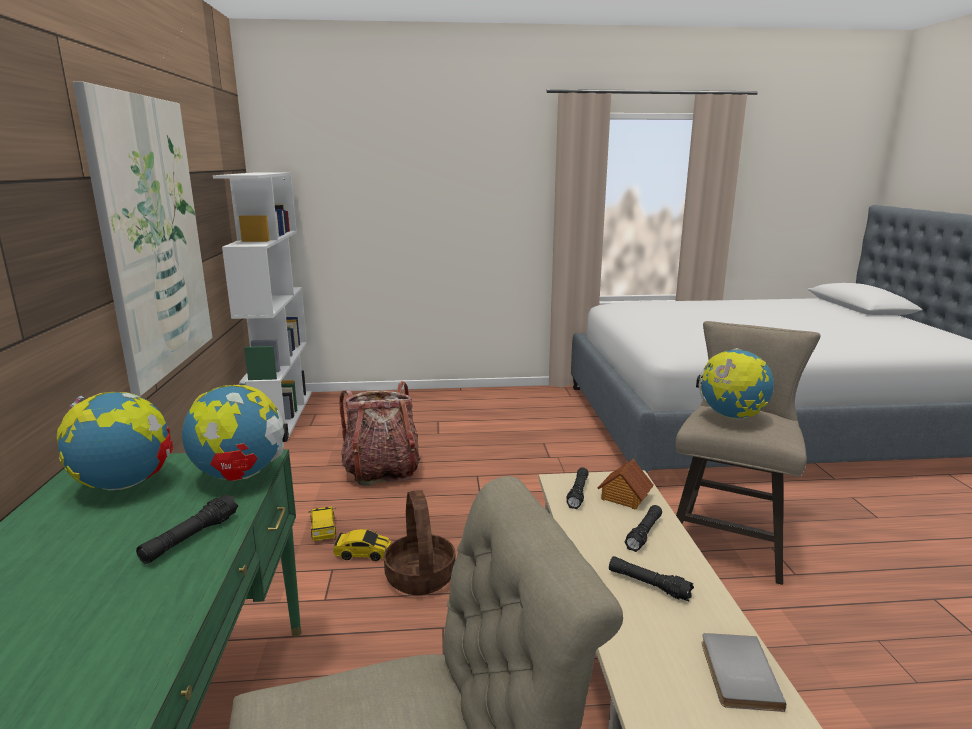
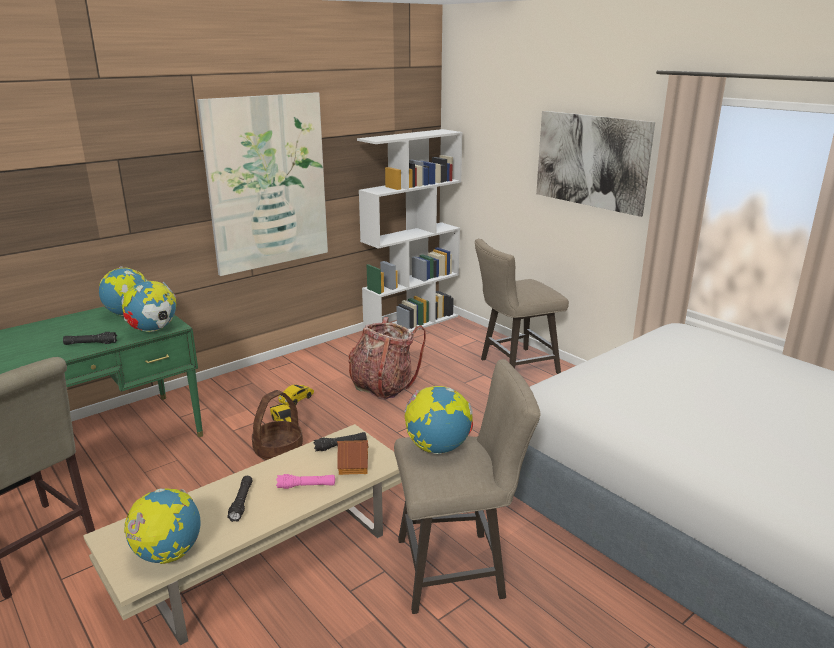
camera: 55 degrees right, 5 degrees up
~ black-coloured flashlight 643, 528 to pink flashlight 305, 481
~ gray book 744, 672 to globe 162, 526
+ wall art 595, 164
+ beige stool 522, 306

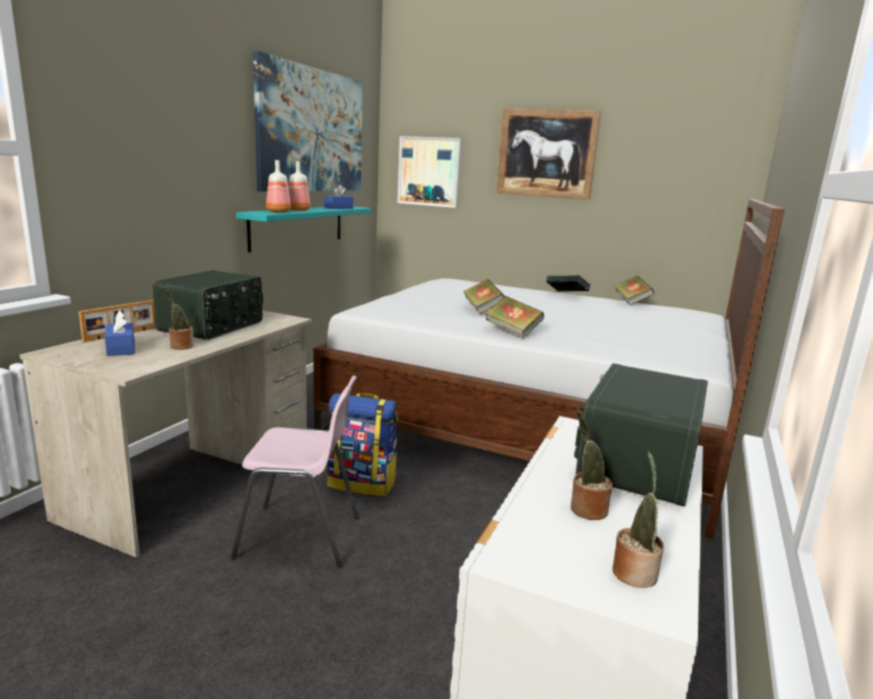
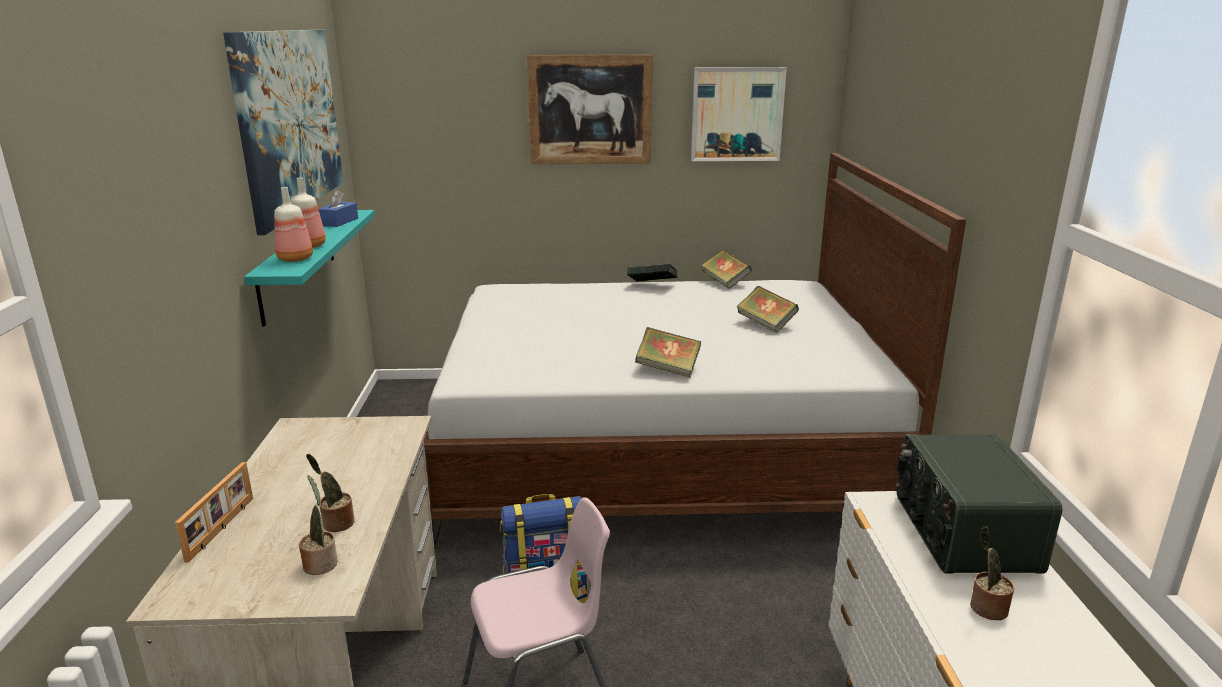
camera: 25 degrees left, 5 degrees up
~ wall art 429, 172 to 739, 114
- radio receiver 207, 305
~ book 484, 296 to 768, 309
- blue-coloured tissue box 120, 333
~ plant in a pot 638, 519 to 318, 525

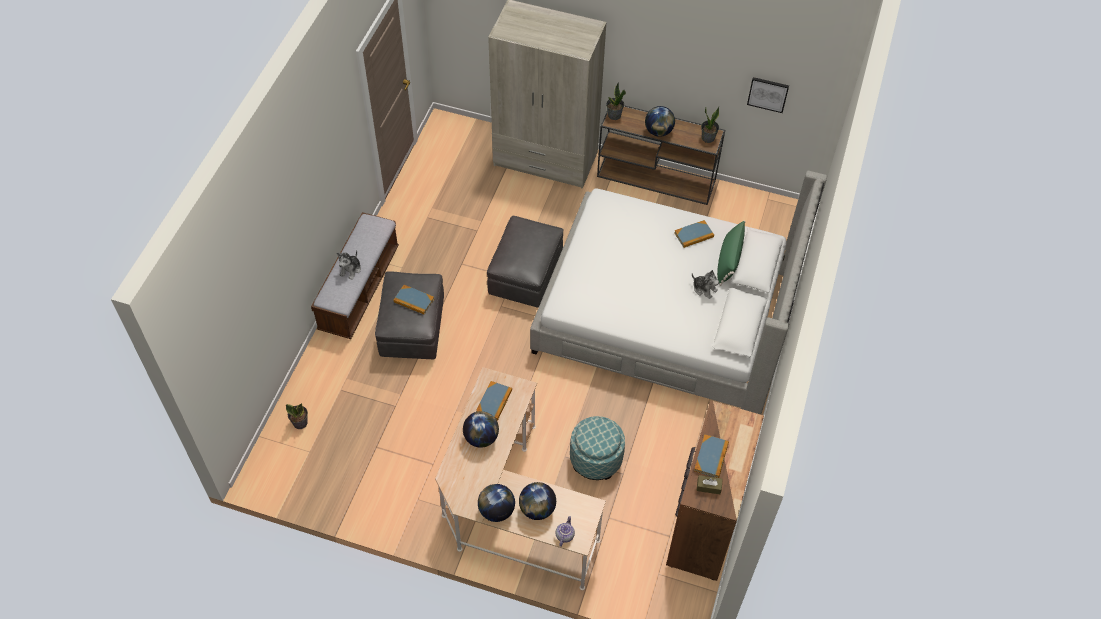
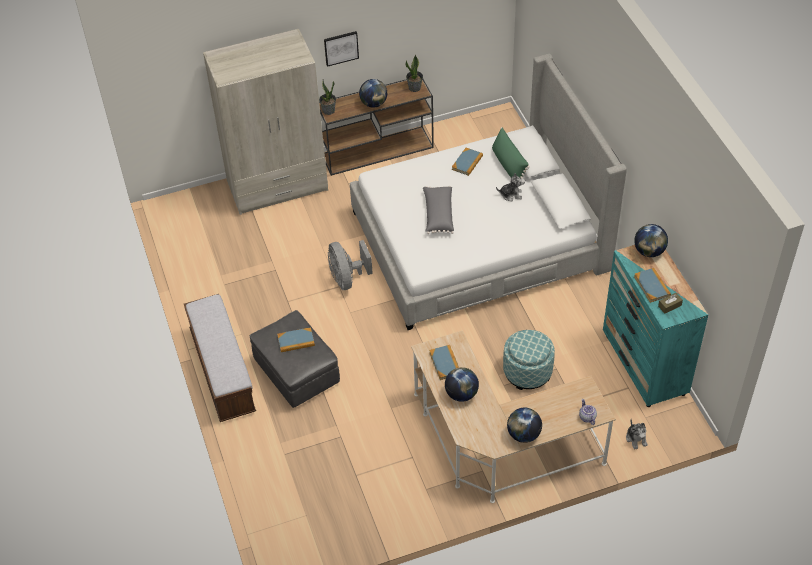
camera: 35 degrees left, 5 degrees down
~ wall art 768, 95 to 341, 49
~ gray ottoman 525, 262 to gray electric fan 350, 265
~ cuddly toy 349, 265 to 637, 434
~ brown dresser 715, 490 to blue-green dresser 655, 326
- plant in a pot 297, 416
~ globe 537, 501 to 651, 240
+ gray throw pillow 438, 210

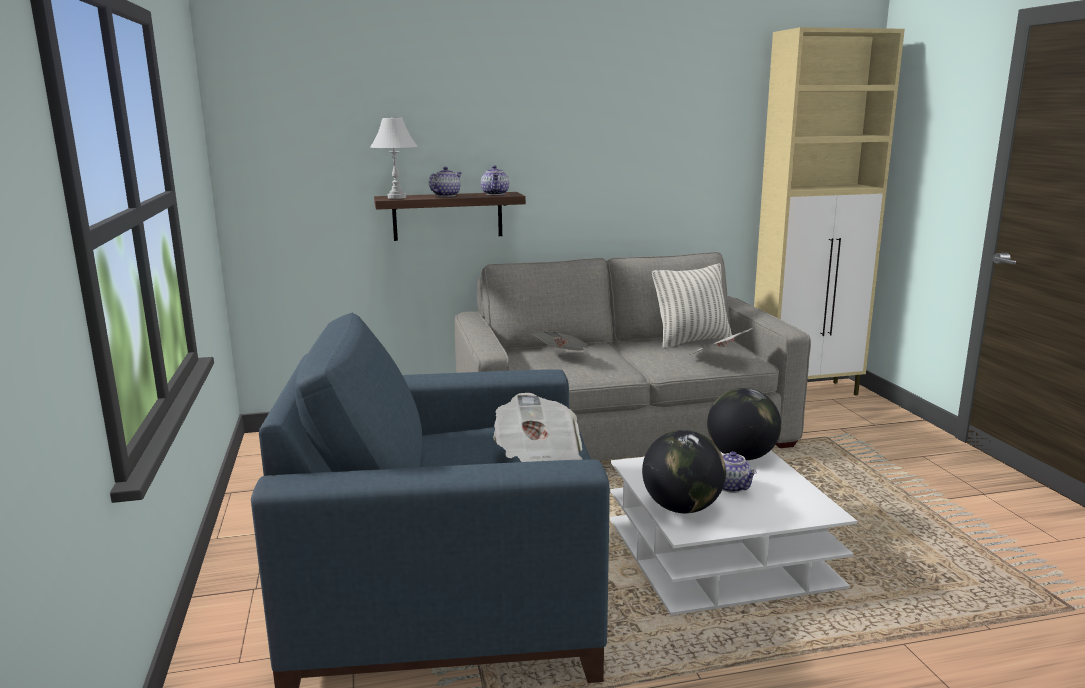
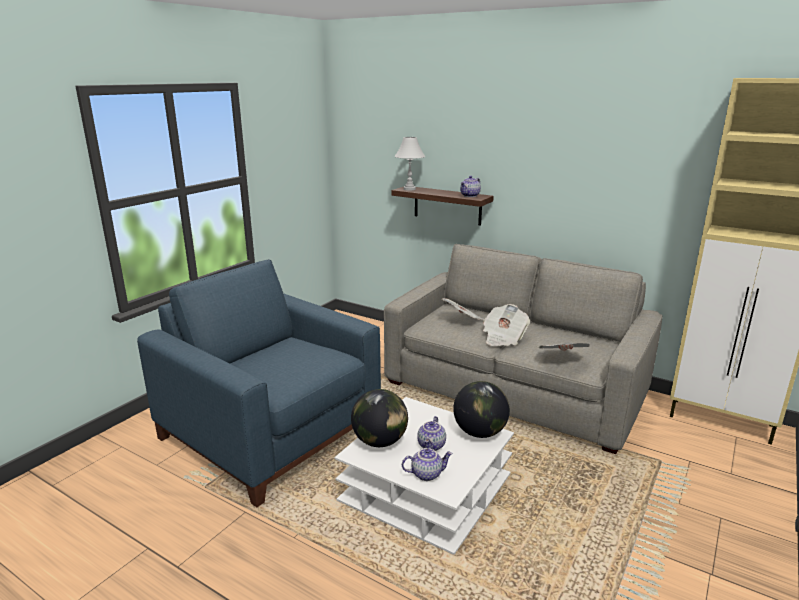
camera: 45 degrees right, 5 degrees up
~ teapot 445, 182 to 427, 464
- throw pillow 692, 306
~ newspaper 538, 427 to 506, 325

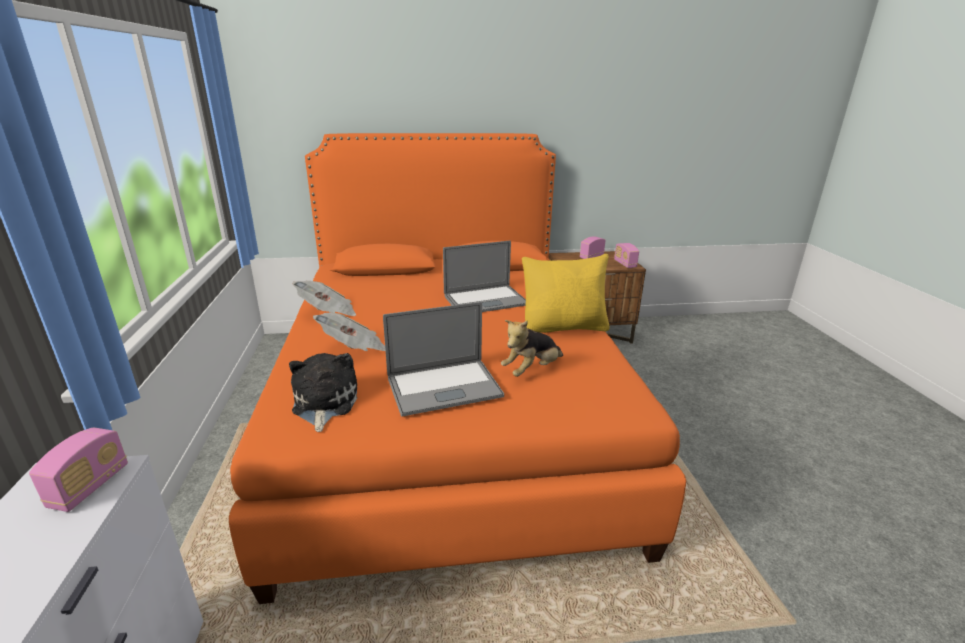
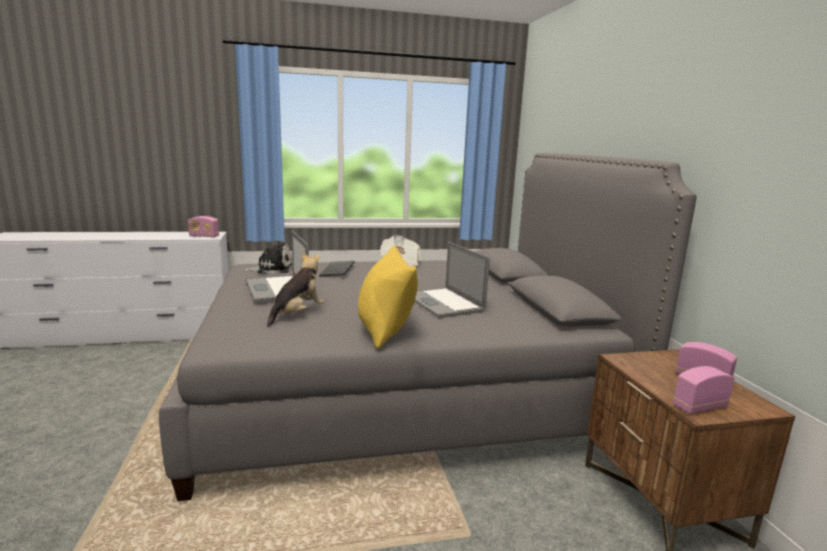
camera: 85 degrees right, 10 degrees down
~ orange bedroom bed 457, 368 to gray bedroom bed 428, 327
~ newspaper 349, 332 to PC keyboard 337, 269
~ cuddly toy 532, 348 = 295, 289 75 degrees clockwise

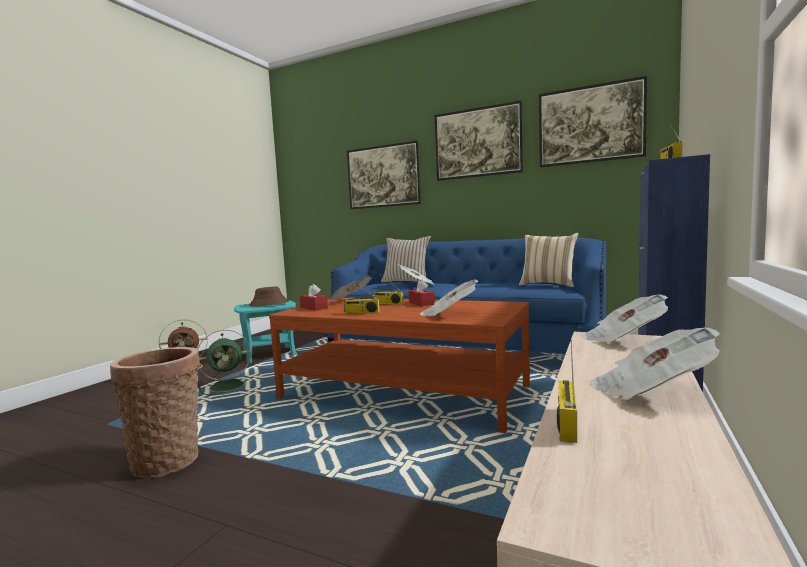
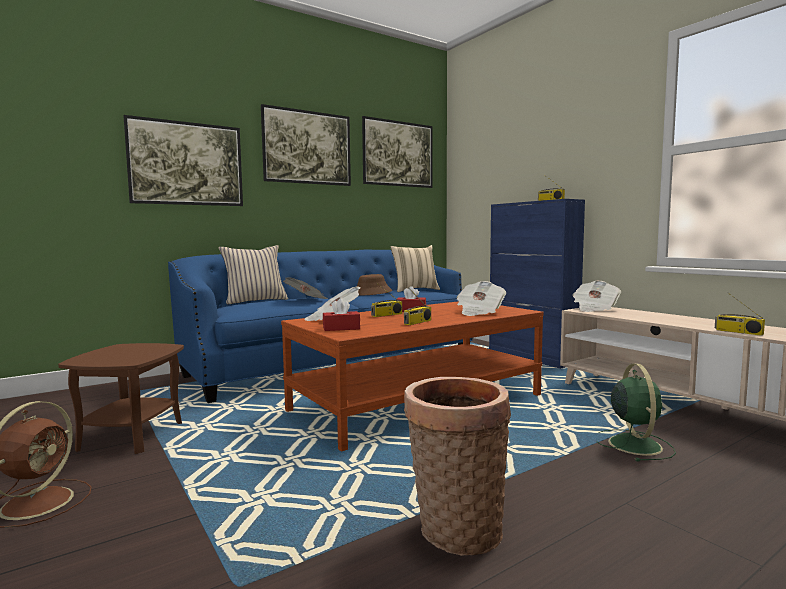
camera: 60 degrees left, 0 degrees up
~ brown hat 269, 296 to 374, 284
~ blue-green end table 265, 331 to brown end table 121, 398
- newspaper 654, 364
~ greenish electric fan 225, 362 to 636, 412

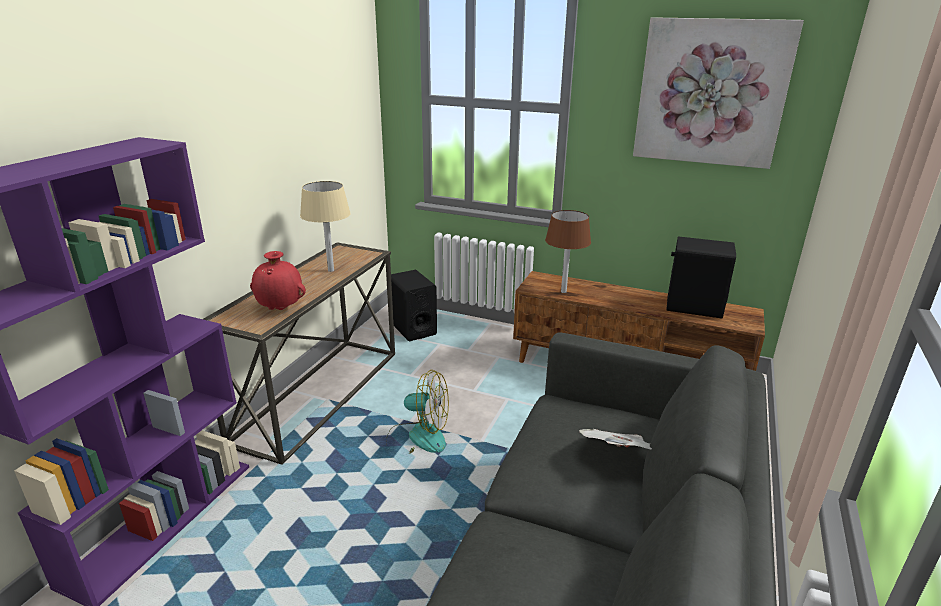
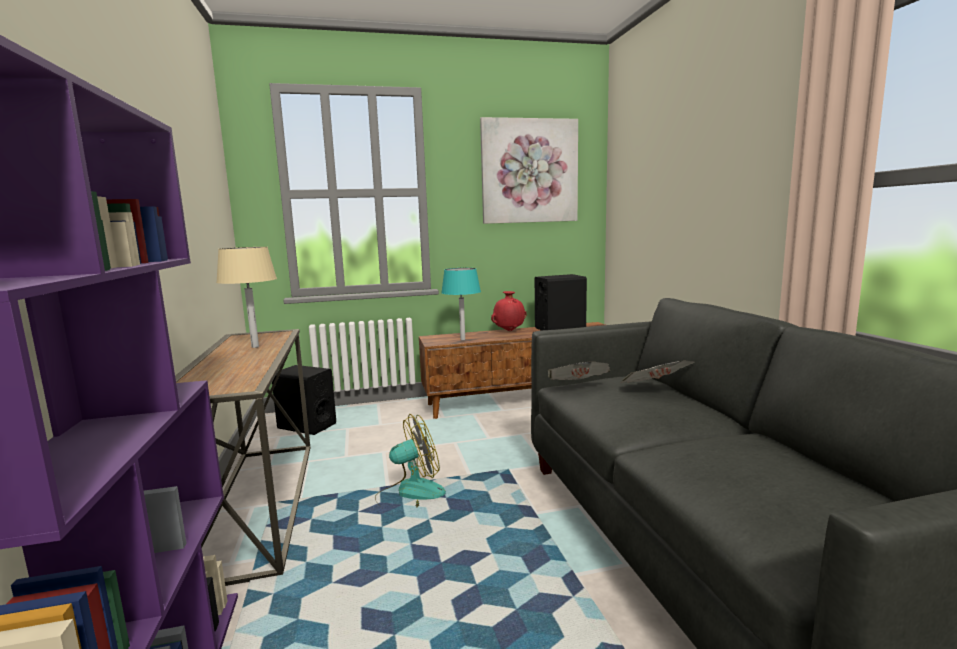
camera: 35 degrees left, 15 degrees down
~ brown table lamp 568, 251 to blue-green table lamp 461, 304
~ red vase 278, 280 to 509, 311
+ newspaper 579, 370

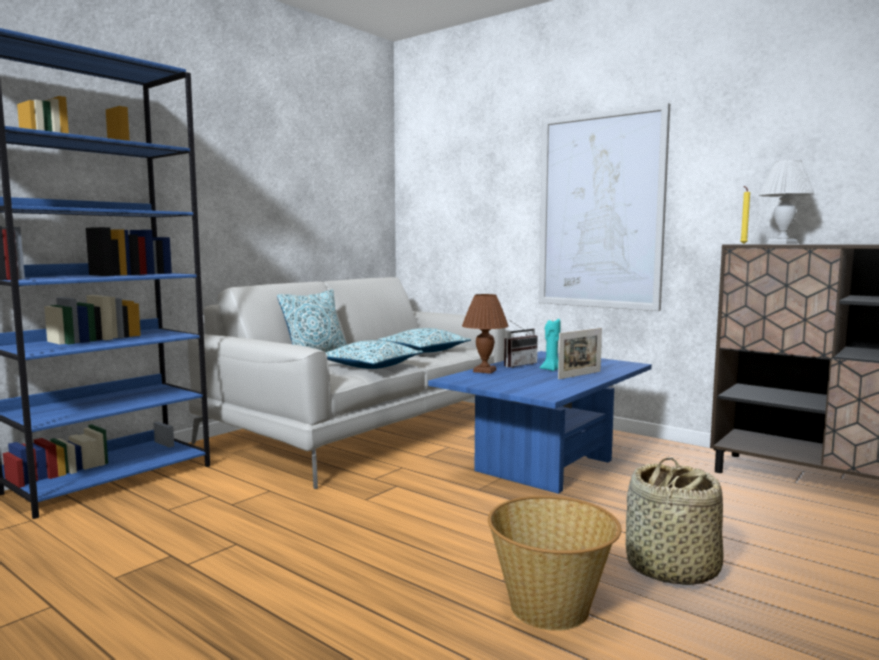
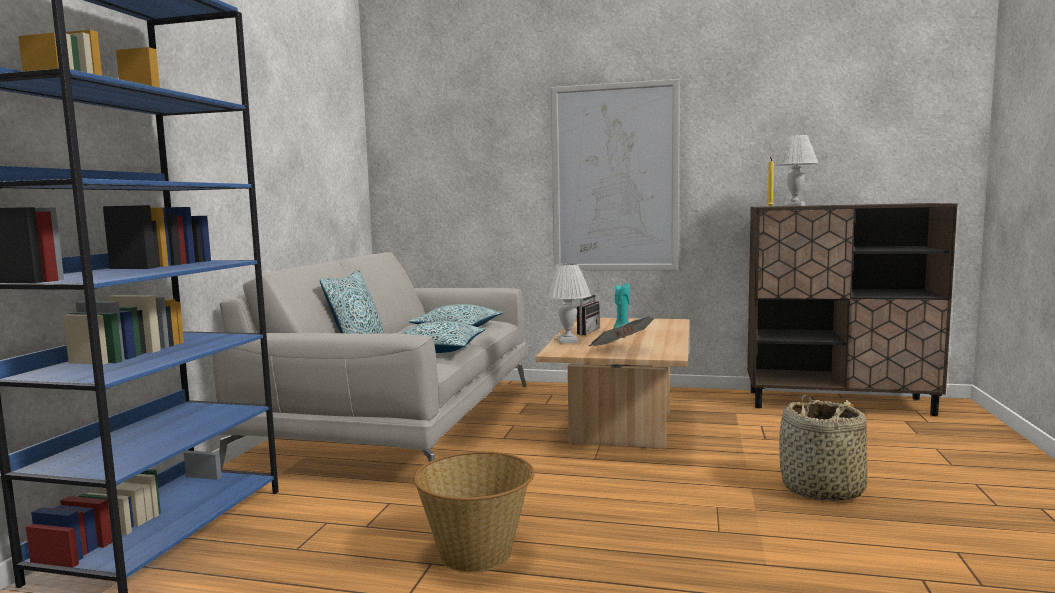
camera: 25 degrees left, 0 degrees up
~ brown table lamp 485, 334 to white-coloured table lamp 567, 303
- photo frame 580, 353
~ blue-coloured low table 540, 422 to beige low table 612, 383
~ household basket 555, 563 to 474, 512
+ newspaper 621, 331

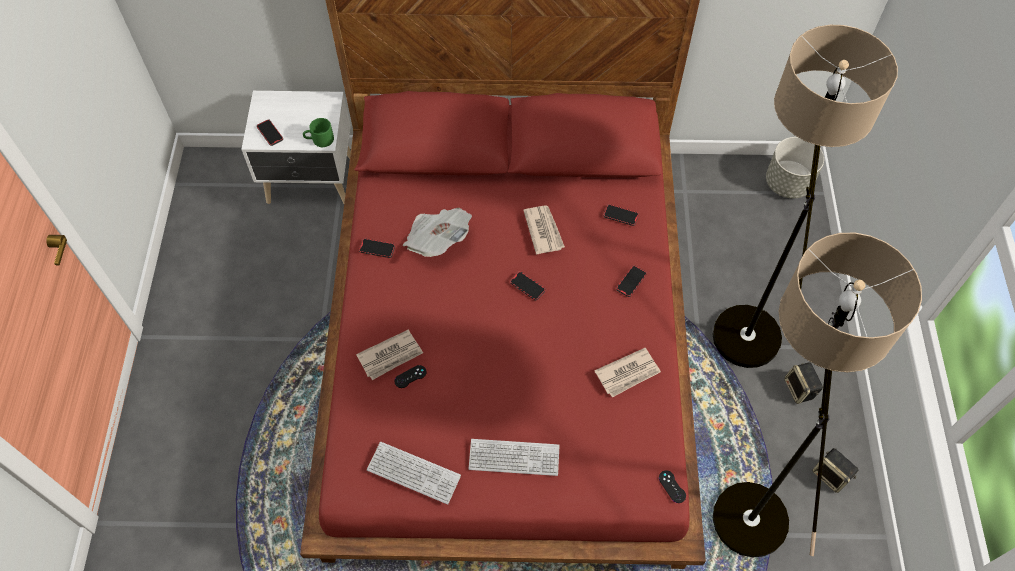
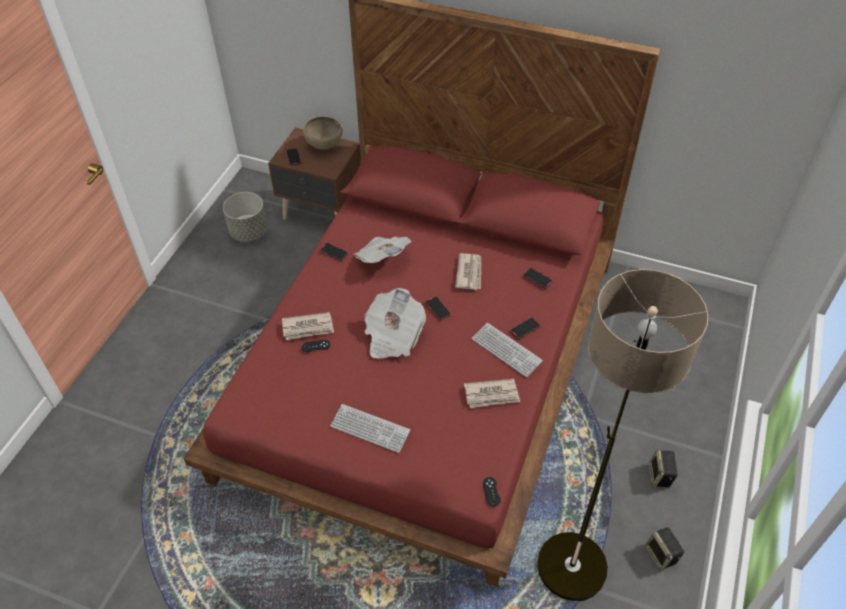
camera: 20 degrees right, 10 degrees down
- standing lamp 805, 196
~ white-coloured nightstand 296, 147 to brown nightstand 314, 173
- greenish tea mug 318, 132
~ gray plant pot 795, 167 to 245, 217
~ PC keyboard 414, 473 to 507, 350
+ brown bowl 323, 133
+ newspaper 395, 323

